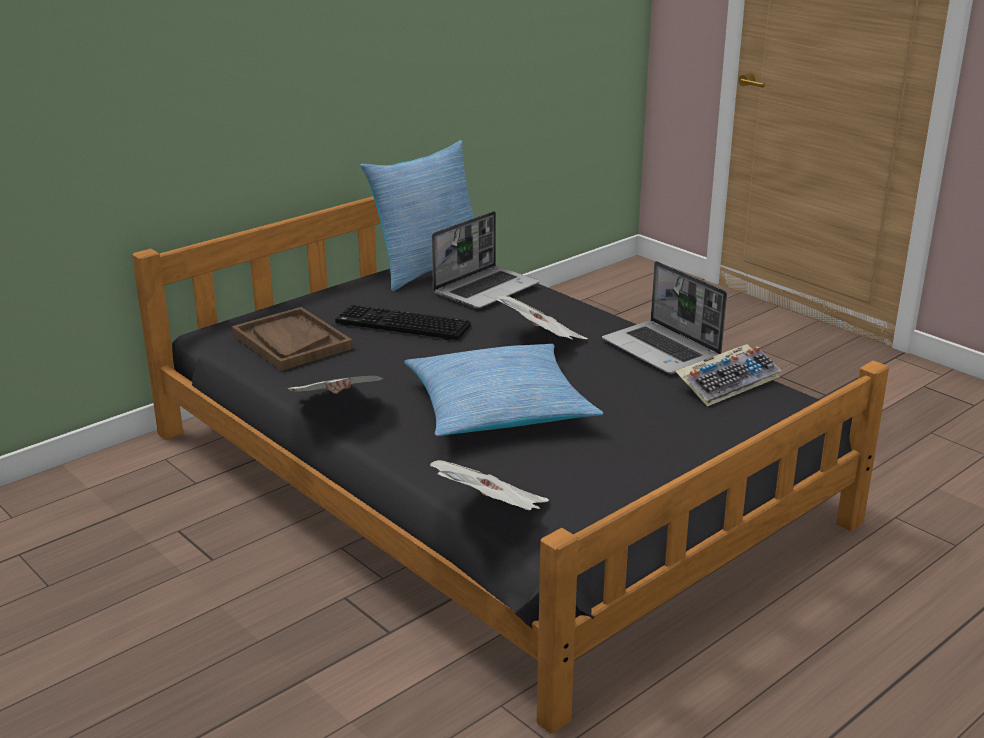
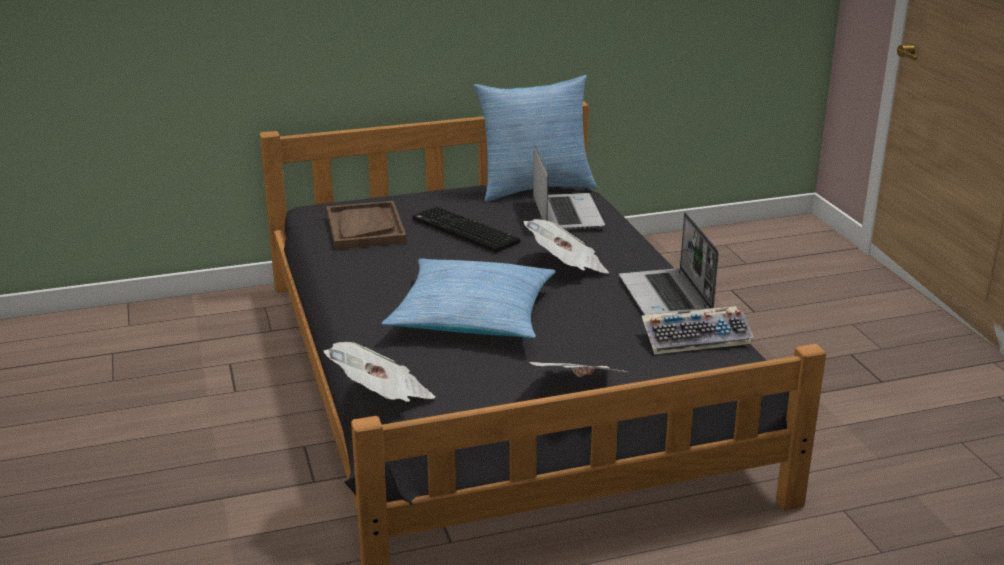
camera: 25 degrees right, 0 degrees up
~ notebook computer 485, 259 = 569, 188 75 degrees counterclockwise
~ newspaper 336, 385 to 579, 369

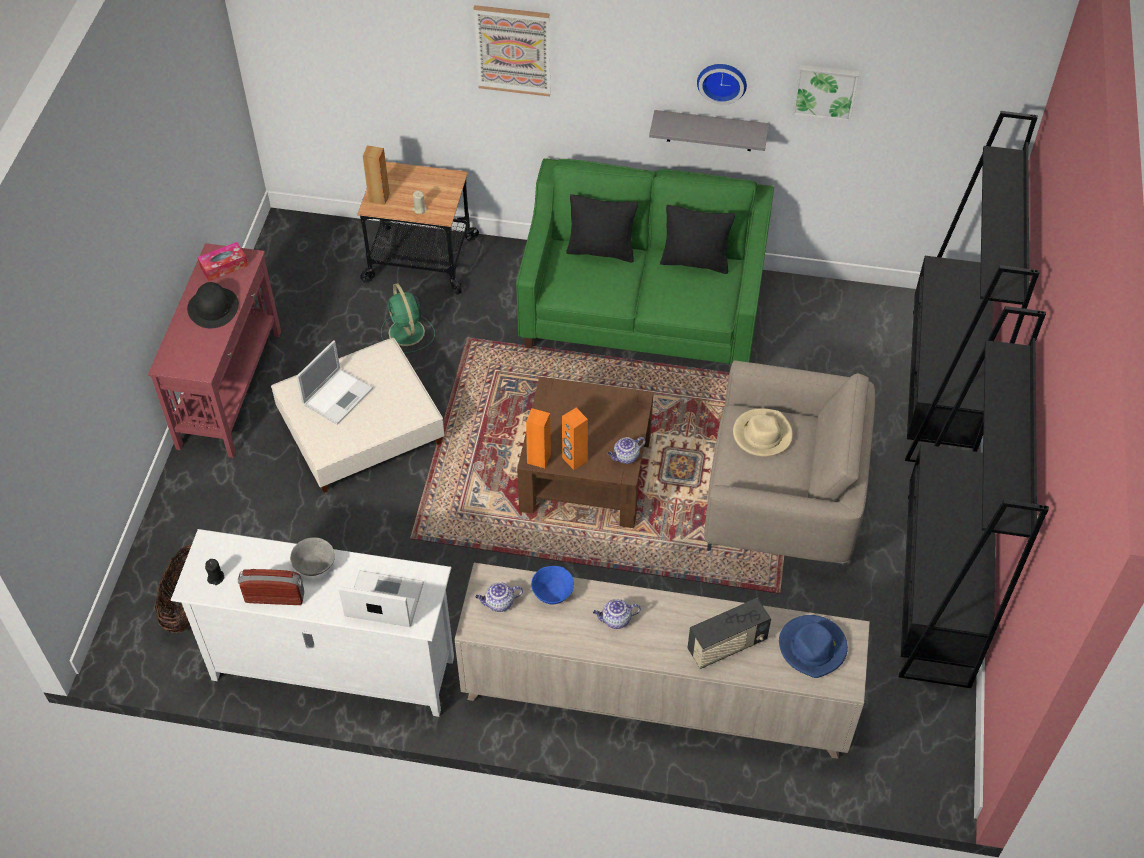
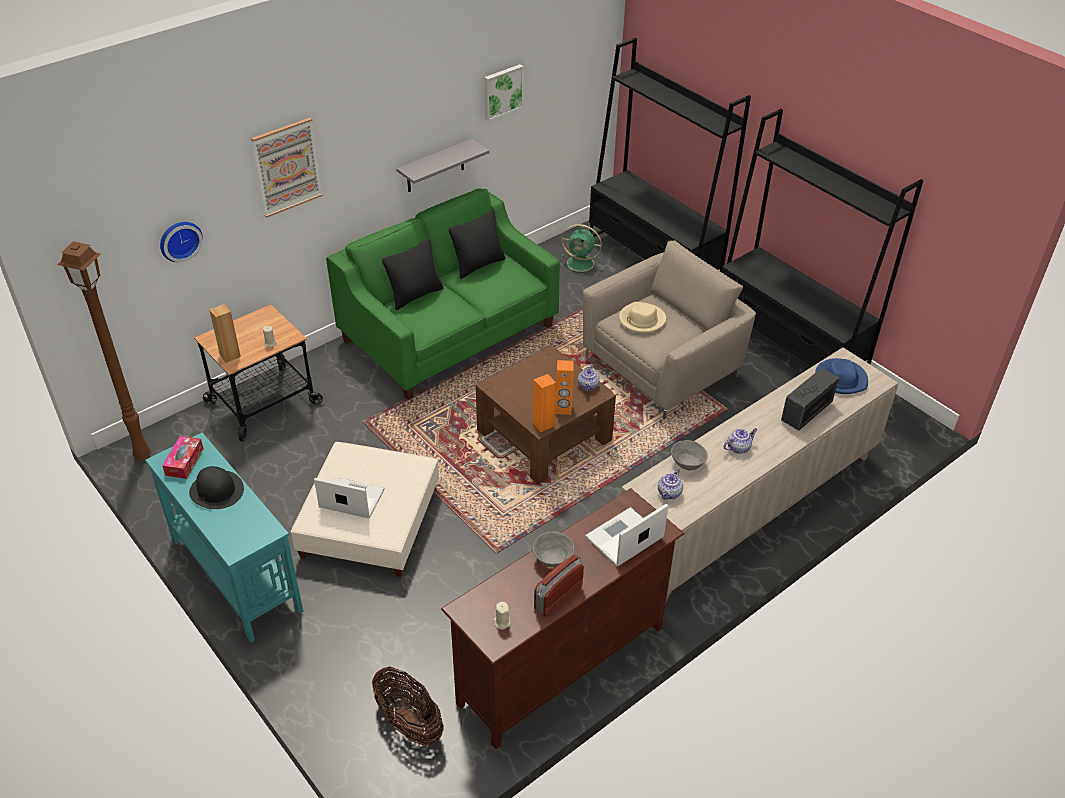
camera: 50 degrees left, 10 degrees down
~ hanging clock 722, 84 to 181, 242
~ red narrow table 214, 350 to blue-green narrow table 224, 538
~ greenish electric fan 408, 318 to 581, 250
~ notebook computer 334, 382 = 349, 497 60 degrees counterclockwise
~ white-coloured tv stand 312, 623 to brown tv stand 563, 618
~ black-coloured candle 214, 572 to beige candle 502, 616
~ blue-coloured bowl 552, 585 to gray bowl 689, 455
~ radio receiver 729, 633 = 810, 399 150 degrees counterclockwise
~ teapot 617, 614 = 740, 441 150 degrees counterclockwise
+ brown standing lamp 104, 351

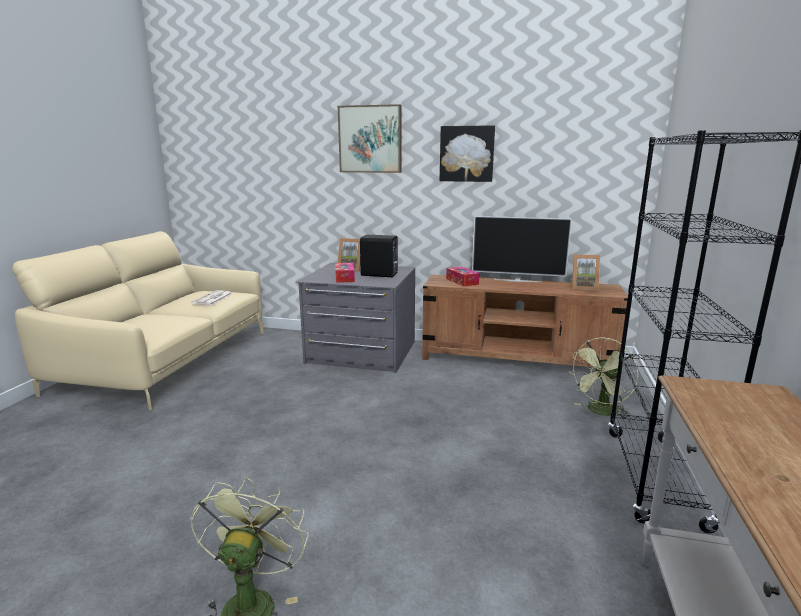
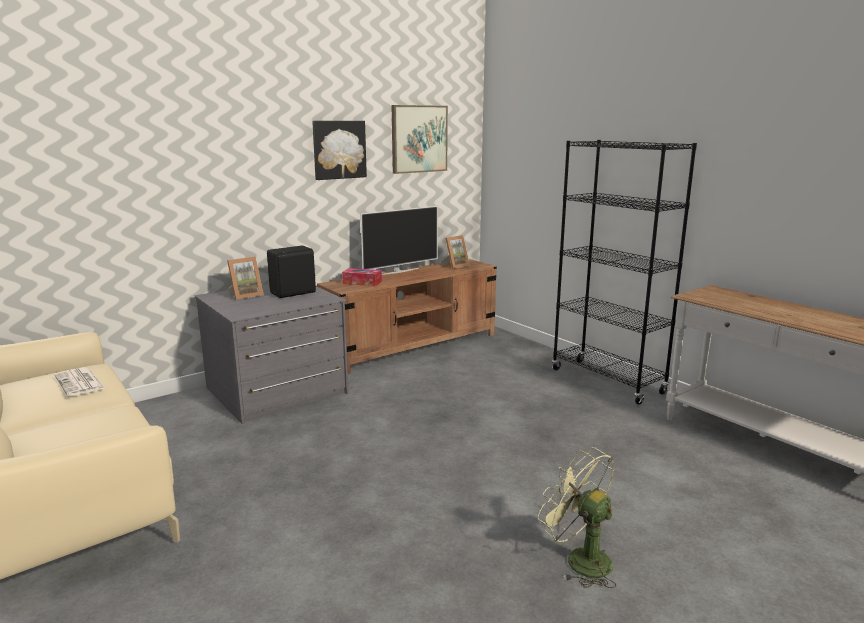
camera: 50 degrees left, 0 degrees up
~ wall art 369, 138 to 420, 139
- tissue box 345, 273
- greenish electric fan 603, 377

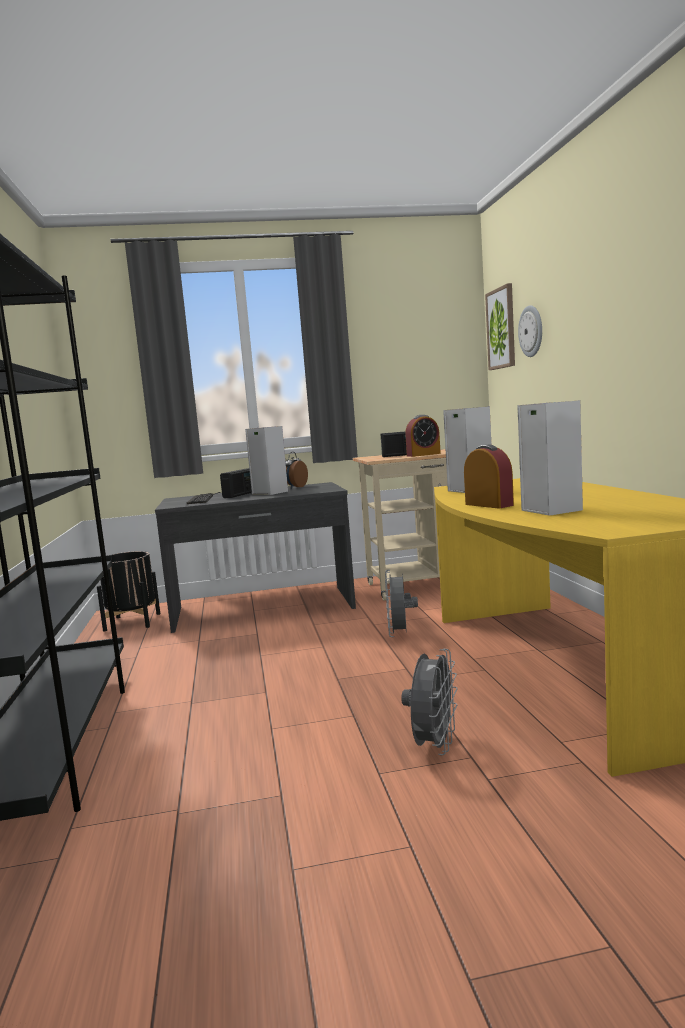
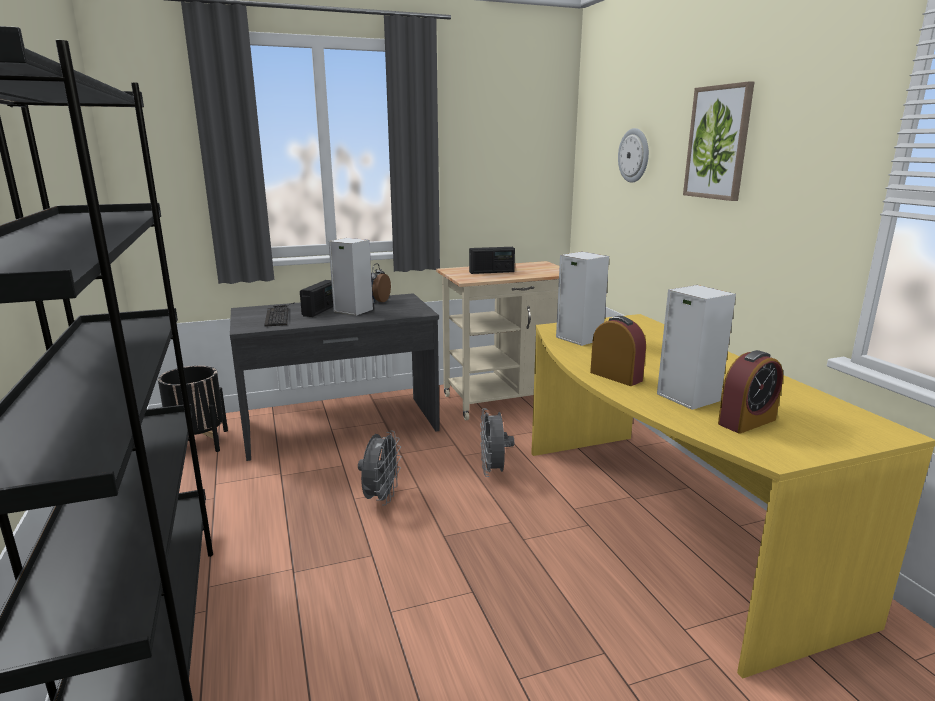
camera: 10 degrees left, 10 degrees up
~ wall art 500, 326 to 718, 141
~ table clock 423, 436 to 750, 392
~ gray electric fan 429, 702 to 380, 468

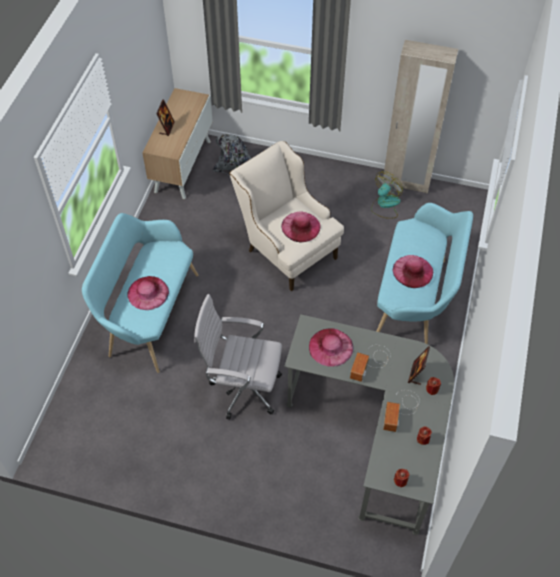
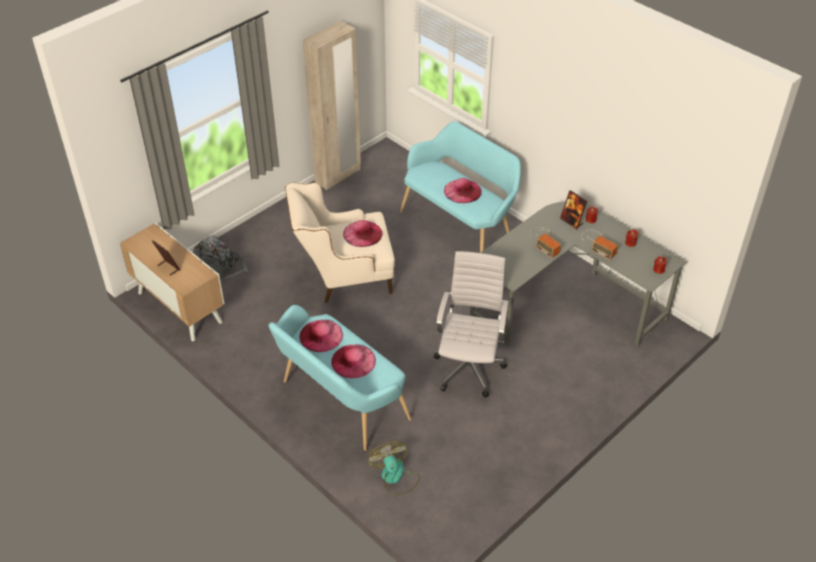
camera: 60 degrees left, 10 degrees down
~ electric fan 387, 195 to 394, 468
~ white-coloured office chair 238, 357 = 471, 324 150 degrees clockwise
~ pink hat 331, 347 to 321, 336

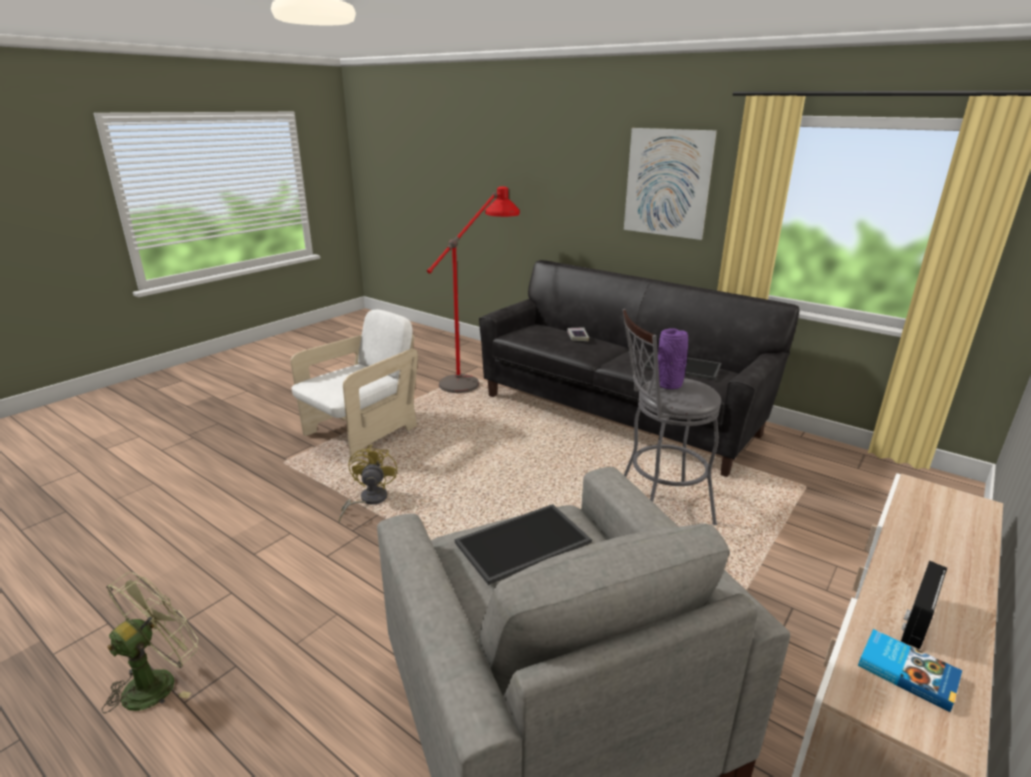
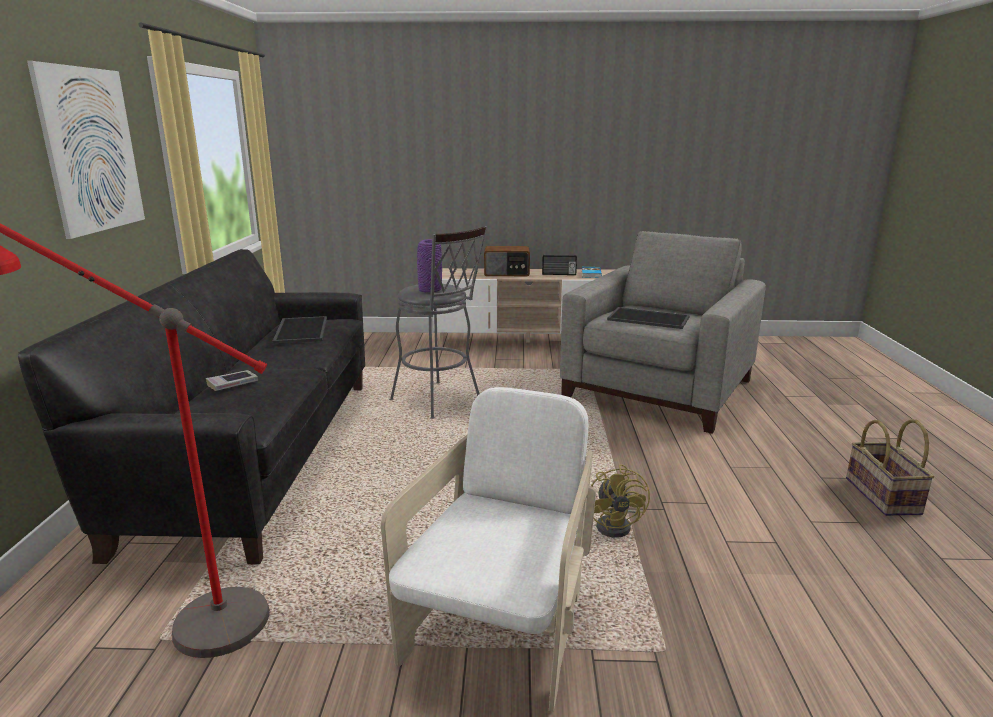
camera: 125 degrees left, 5 degrees down
~ white-coloured lounge chair 354, 385 = 488, 549 105 degrees clockwise
~ yellow-coloured electric fan 368, 484 = 620, 501 60 degrees counterclockwise
~ greenish electric fan 150, 642 to household basket 890, 467
+ radio receiver 507, 261

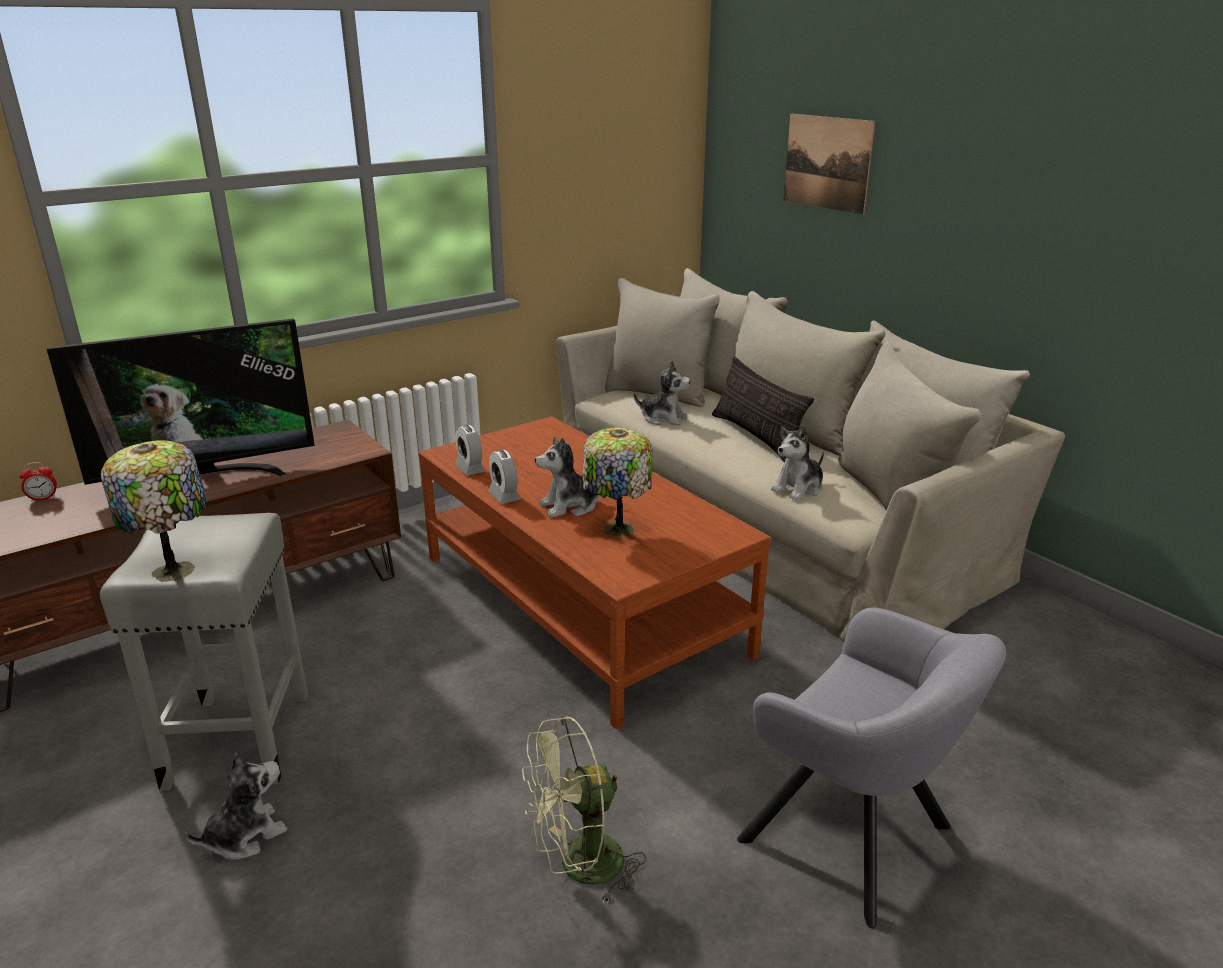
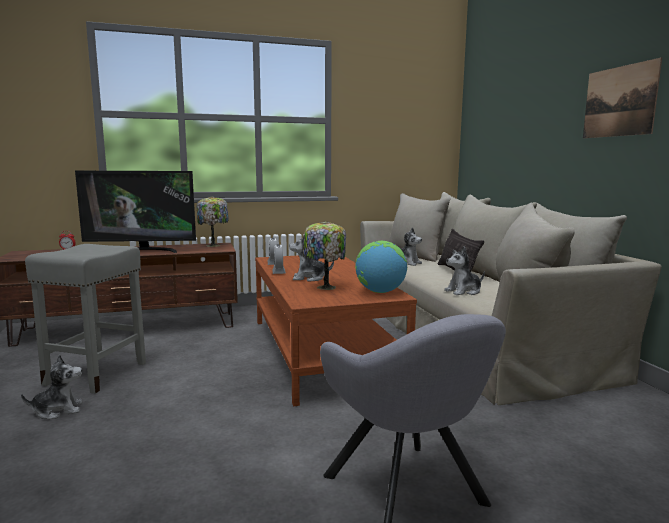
camera: 20 degrees right, 15 degrees down
~ wall art 829, 164 to 622, 97
~ table lamp 153, 511 to 212, 221
- greenish electric fan 584, 810
+ globe 381, 267

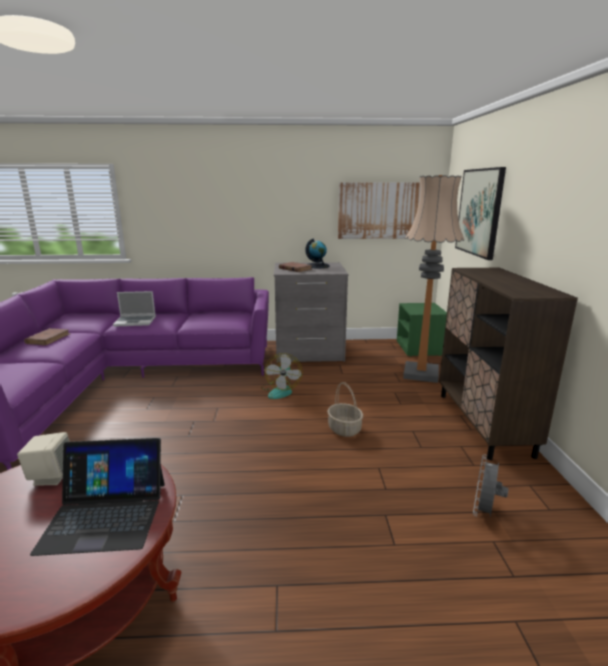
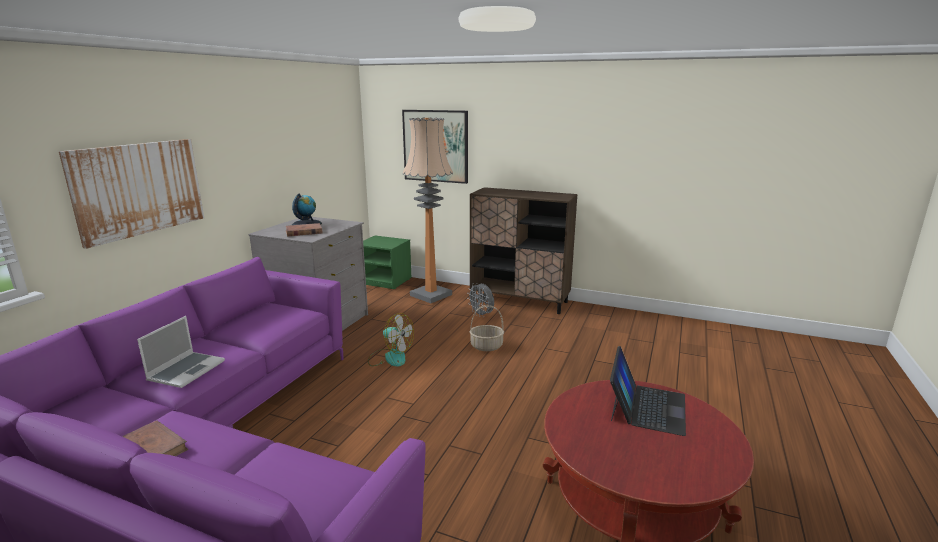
camera: 65 degrees left, 0 degrees up
~ wall art 379, 210 to 131, 194
- beige loudspeaker 43, 459
~ gray electric fan 490, 486 to 480, 300

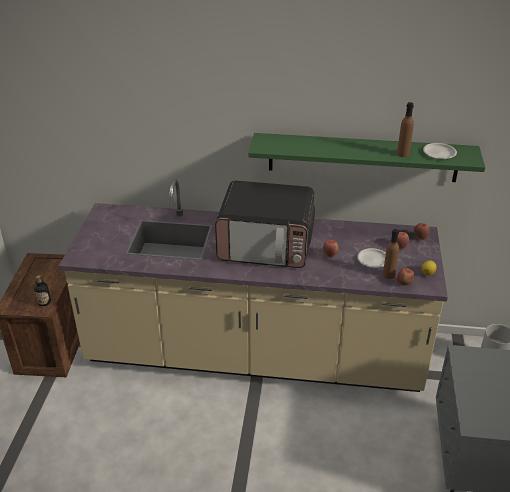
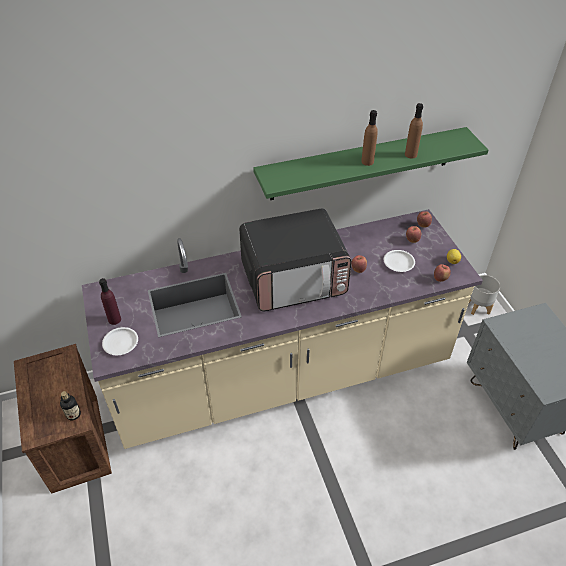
camera: 25 degrees left, 10 degrees up
~ white-coloured flat dish 440, 151 to 120, 341
~ brown beverage bottle 391, 254 to 369, 138
+ purple-coloured beverage bottle 110, 301

